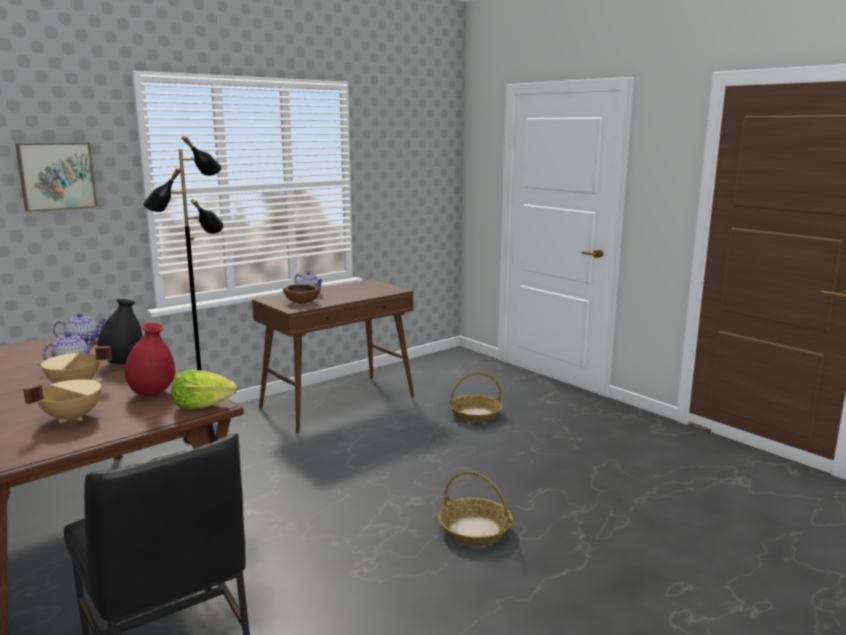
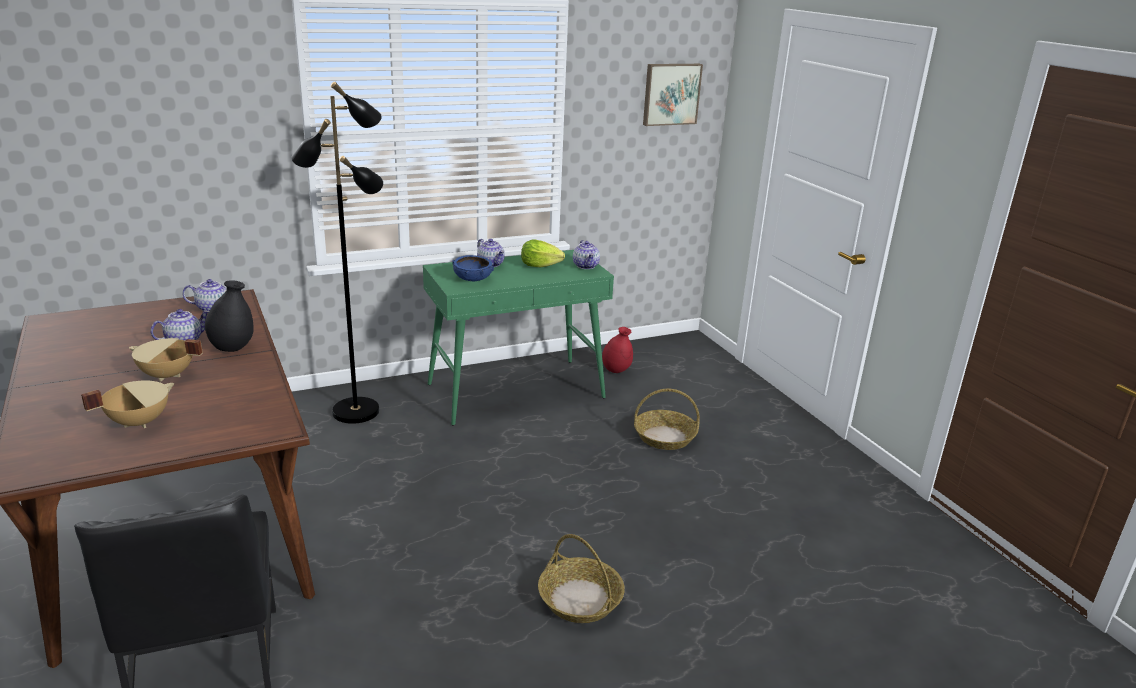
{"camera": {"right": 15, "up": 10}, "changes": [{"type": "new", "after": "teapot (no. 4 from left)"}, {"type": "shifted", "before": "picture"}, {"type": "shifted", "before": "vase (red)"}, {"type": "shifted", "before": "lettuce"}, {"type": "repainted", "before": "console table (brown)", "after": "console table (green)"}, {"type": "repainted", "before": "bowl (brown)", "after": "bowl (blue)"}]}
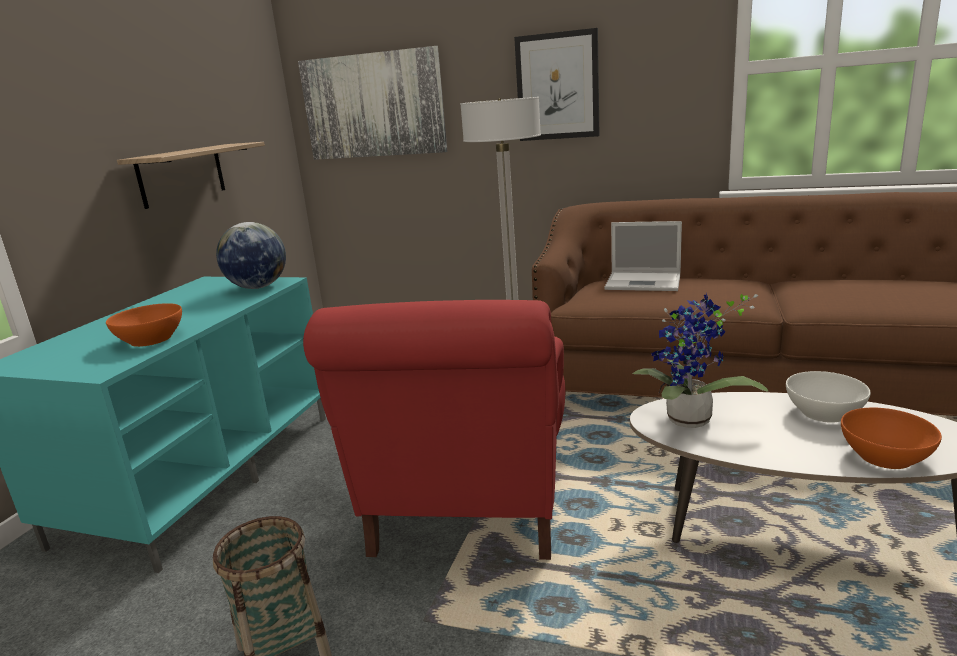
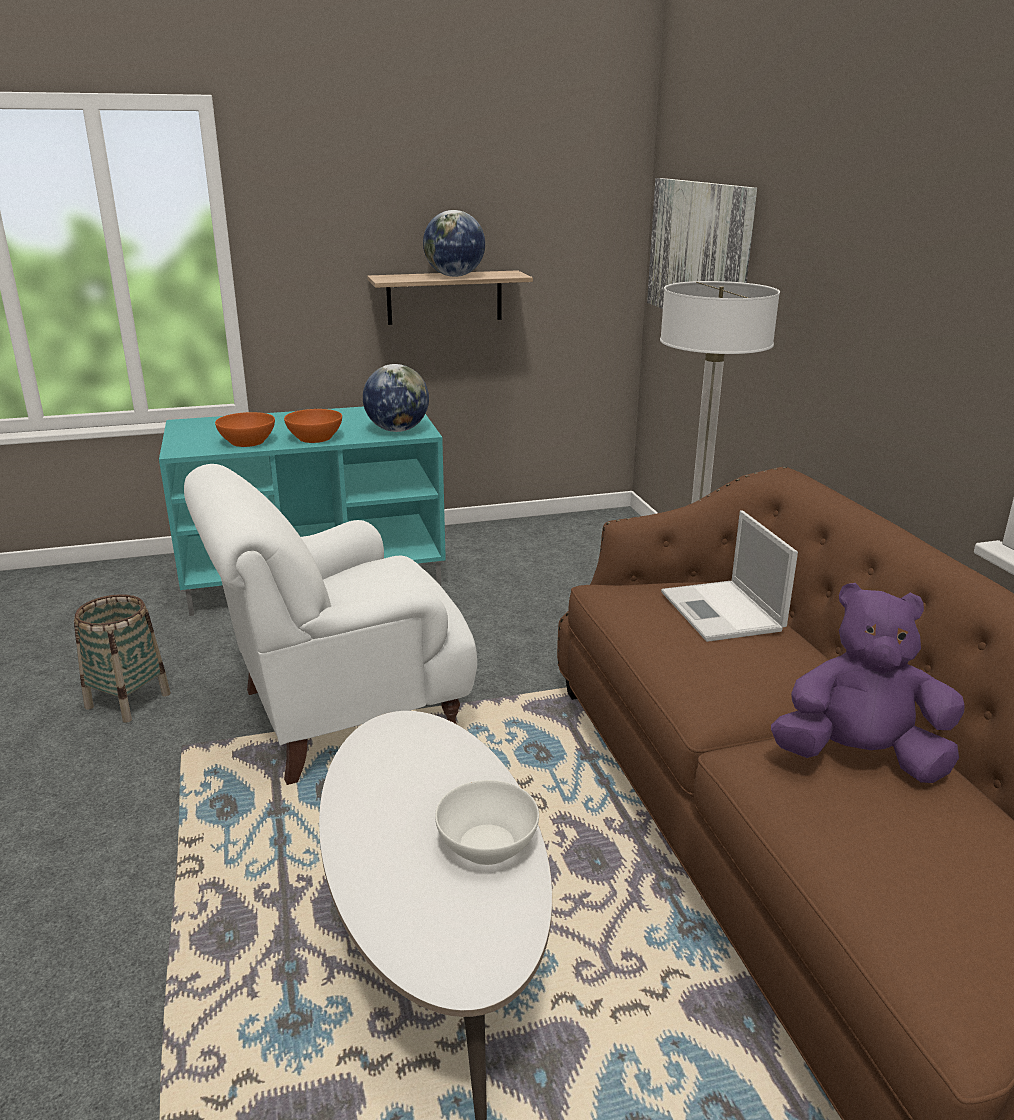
{"camera": {"right": 55, "up": 5}, "changes": [{"type": "gone", "before": "picture (no. 2 from left)"}, {"type": "gone", "before": "potted plant"}, {"type": "new", "after": "globe (no. 2 from left)"}, {"type": "new", "after": "plush toy (purple)"}, {"type": "shifted", "before": "bowl (orange) (no. 2 from left)"}, {"type": "repainted", "before": "armchair (red)", "after": "armchair (white)"}]}
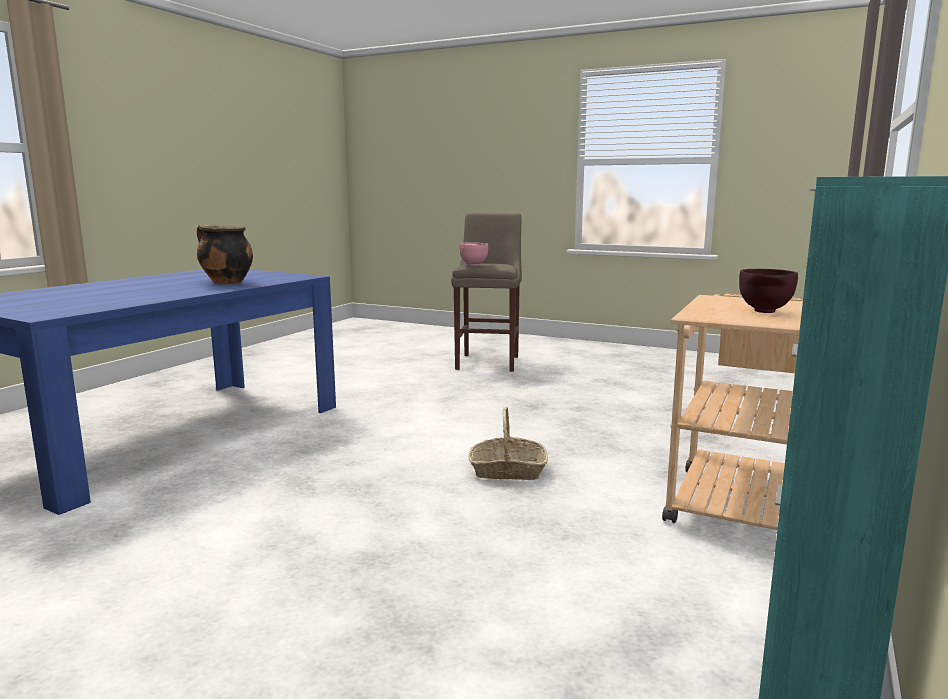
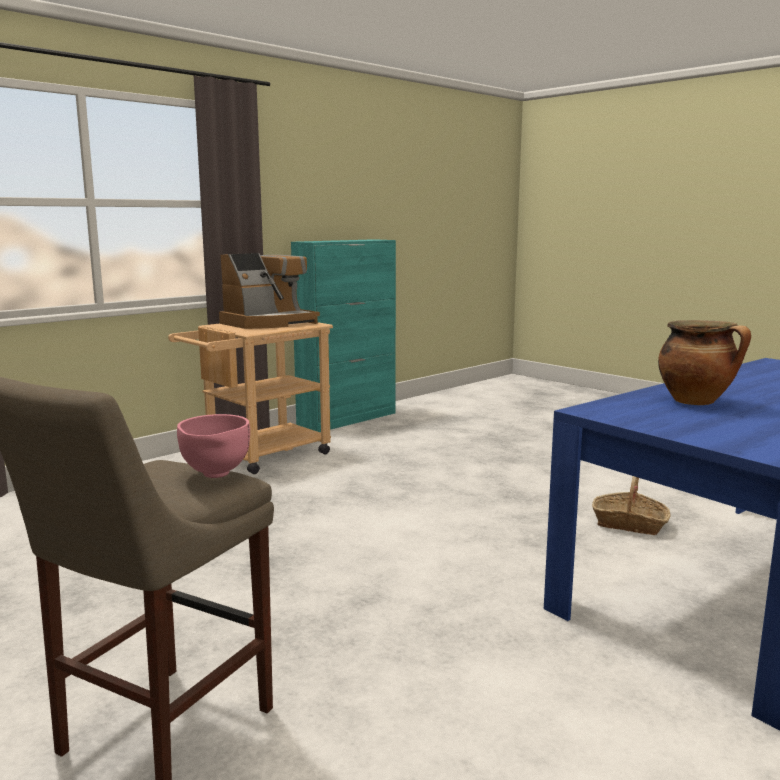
{"camera": {"right": -160, "up": 0}, "changes": [{"type": "shifted", "before": "basket"}, {"type": "swapped", "before": "bowl (brown)", "after": "coffee machine"}]}
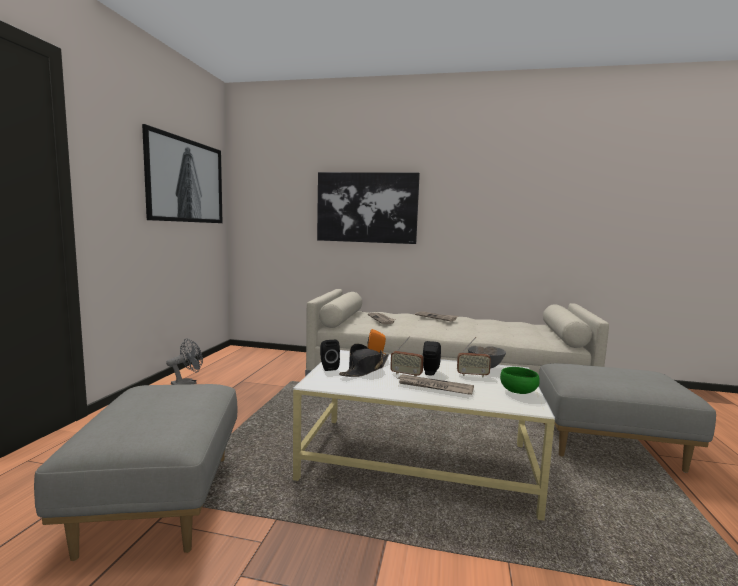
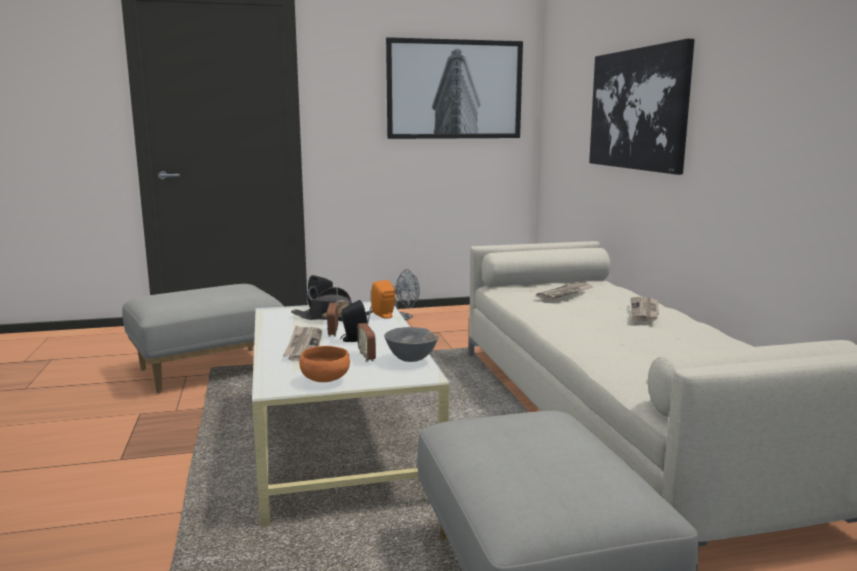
{"camera": {"right": 65, "up": 5}, "changes": [{"type": "repainted", "before": "bowl (green)", "after": "bowl (orange)"}]}
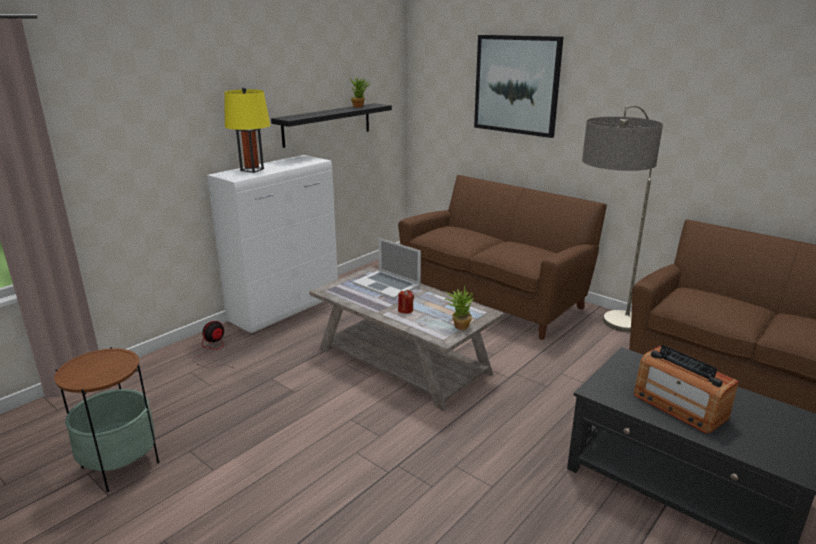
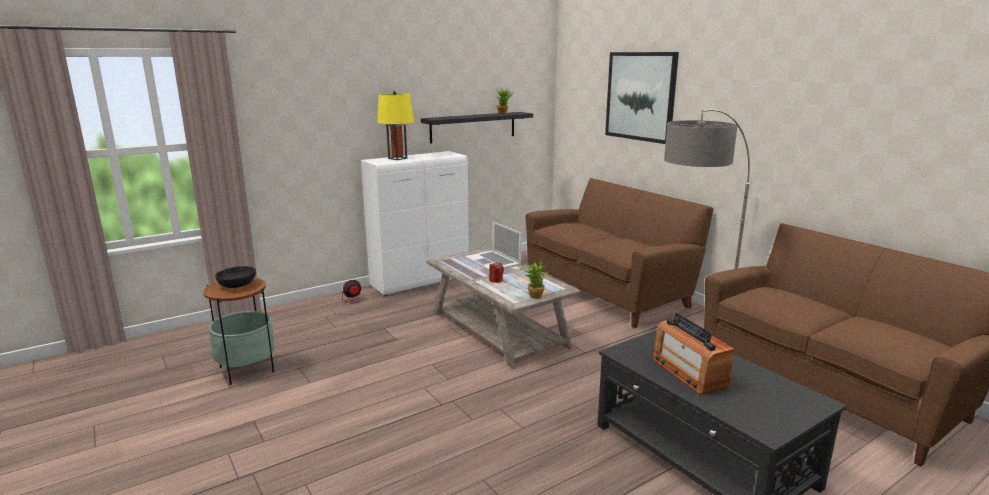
{"camera": {"right": 15, "up": -5}, "changes": [{"type": "new", "after": "bowl (black)"}]}
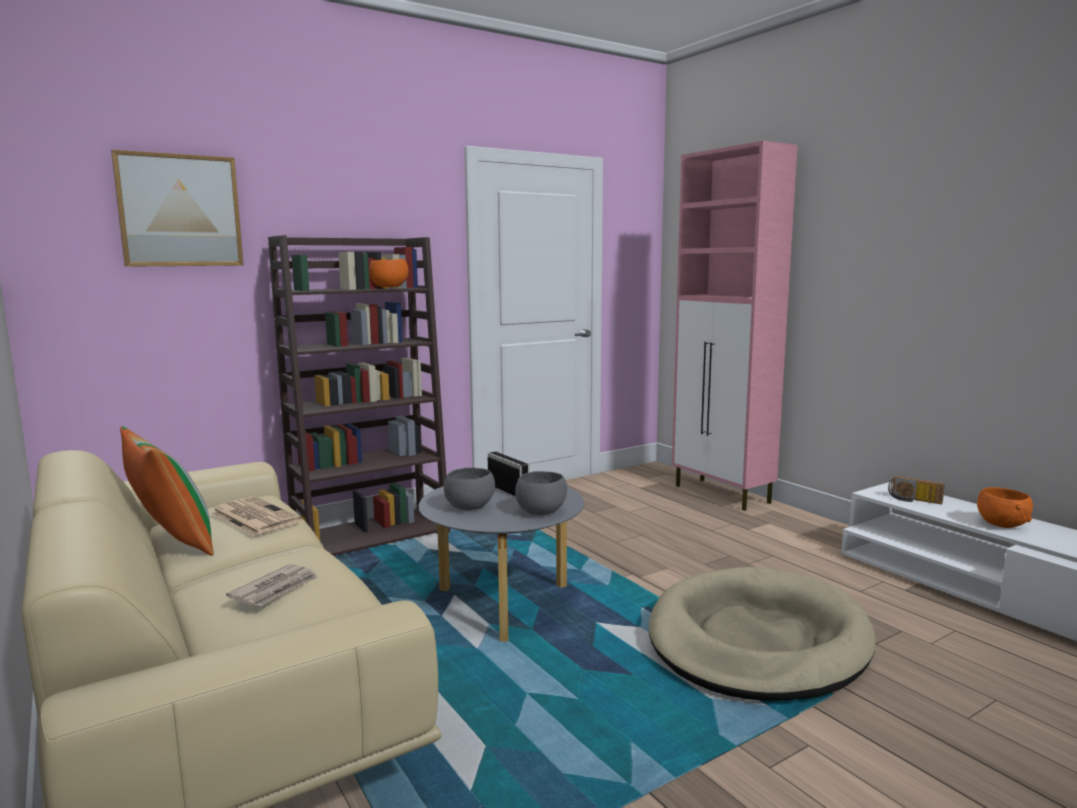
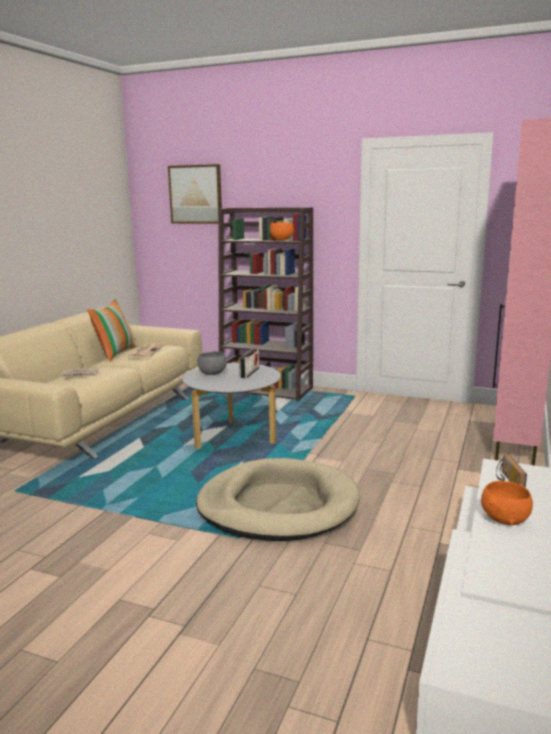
{"camera": {"right": 55, "up": 5}, "changes": [{"type": "gone", "before": "bowl (grey) (no. 2 from left)"}]}
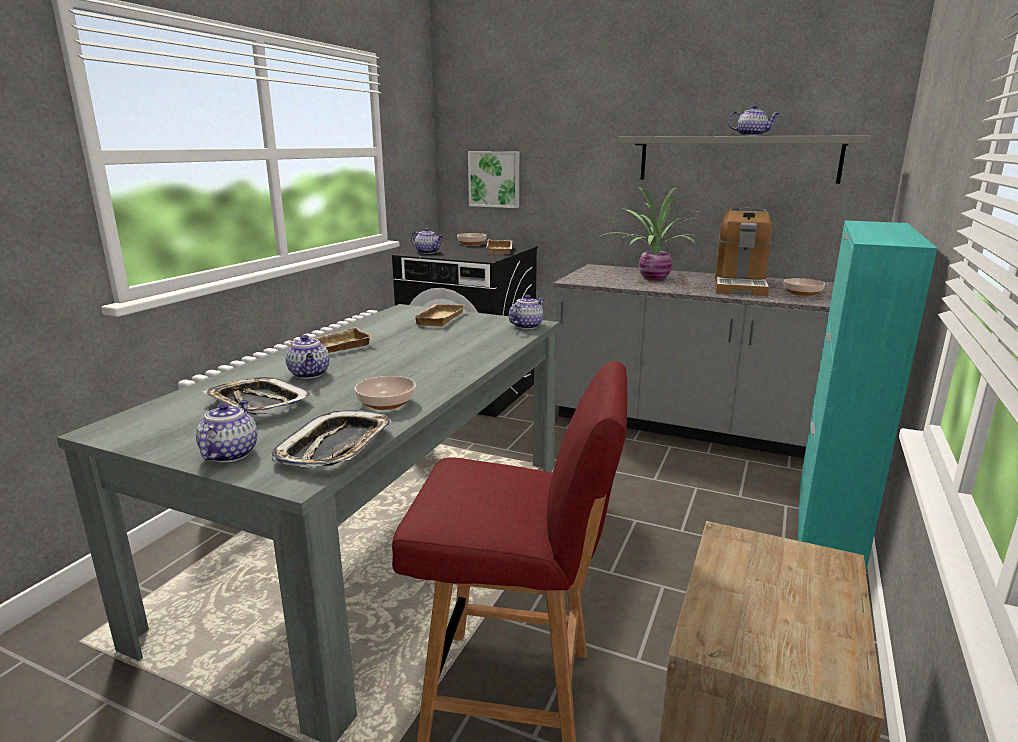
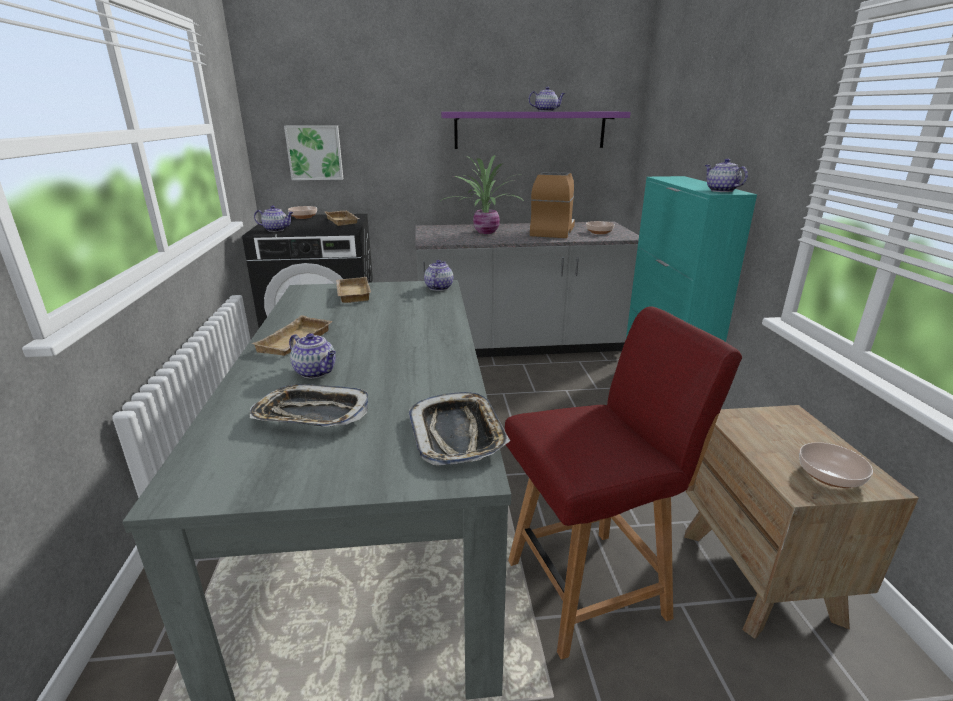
{"camera": {"right": -30, "up": 5}, "changes": [{"type": "shifted", "before": "teapot (no. 1 from left in the first image)", "after": "teapot (no. 5 from left)"}, {"type": "shifted", "before": "bowl (no. 1 from left in the first image)", "after": "bowl (no. 3 from left)"}, {"type": "repainted", "before": "shelf (grey)", "after": "shelf (purple)"}, {"type": "rotated", "before": "coffee machine", "turn": -150}]}
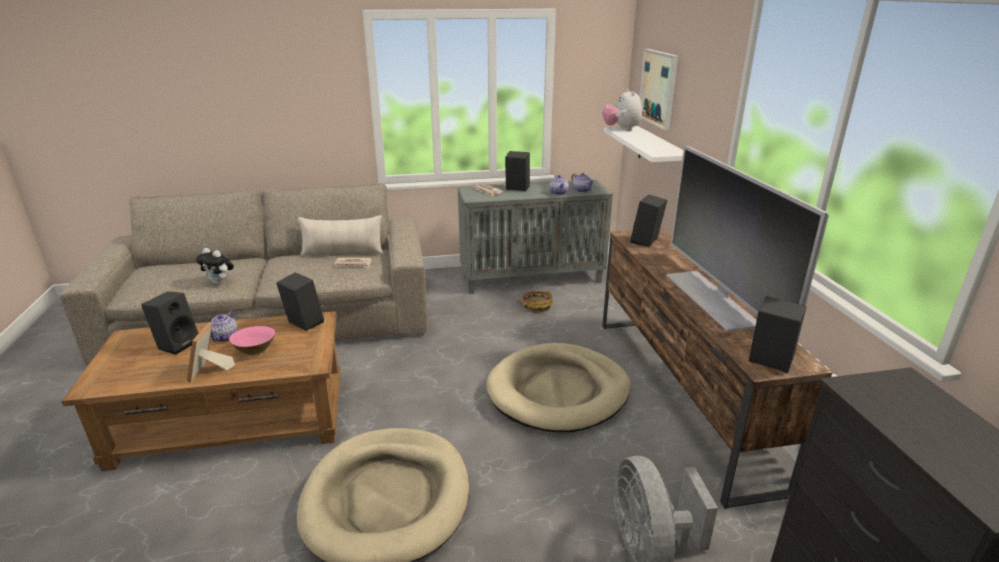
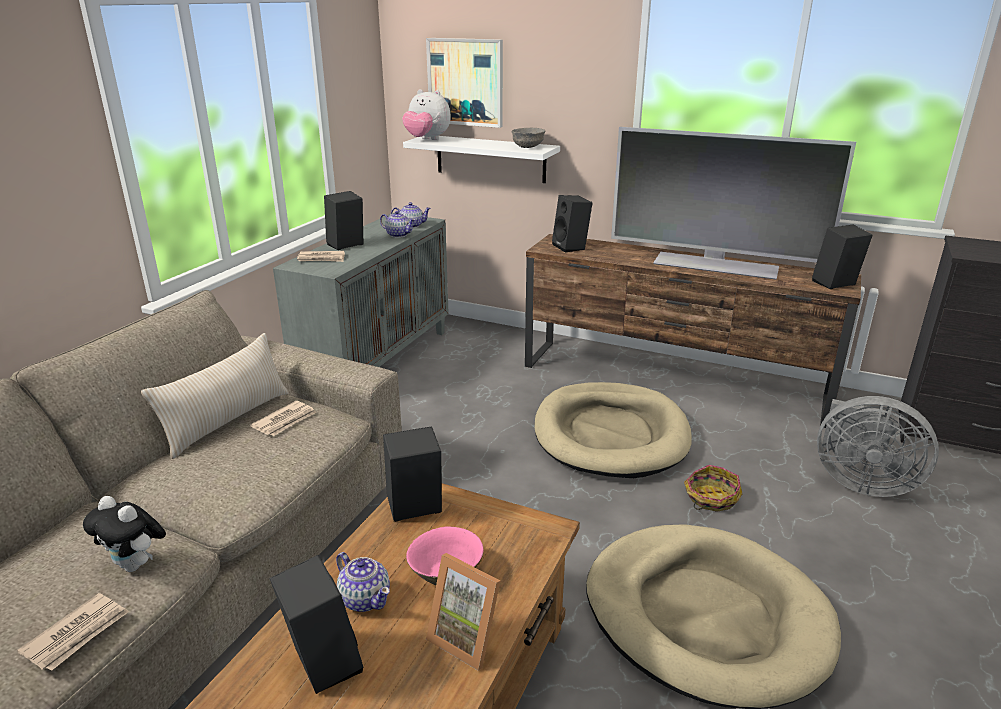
{"camera": {"right": -55, "up": 0}, "changes": [{"type": "new", "after": "newspaper (no. 1 from left)"}, {"type": "new", "after": "bowl (grey)"}, {"type": "shifted", "before": "basket"}, {"type": "rotated", "before": "plush toy (no. 1 from left)", "turn": 60}]}
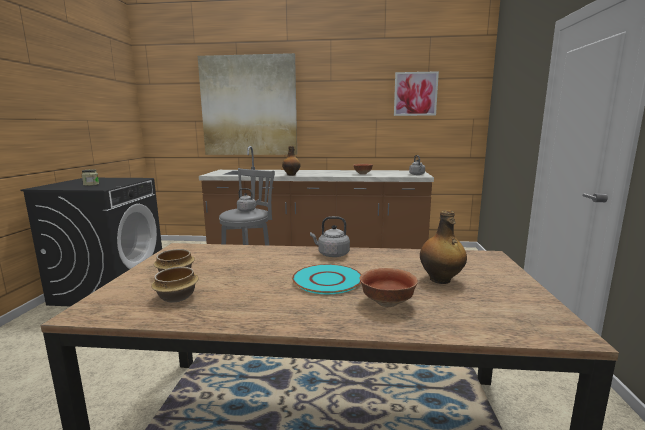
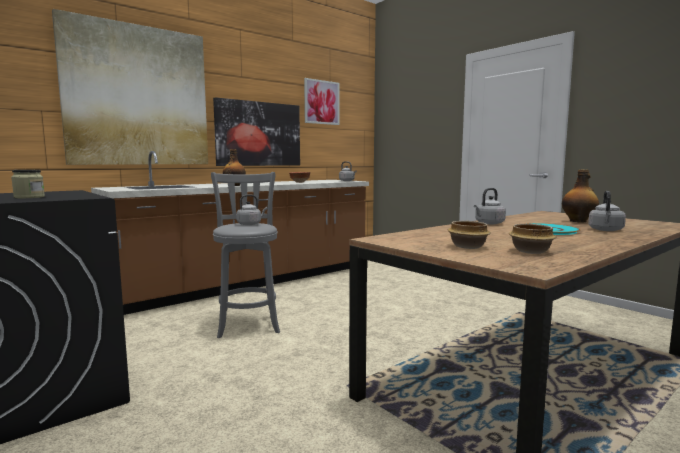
{"camera": {"right": -45, "up": -5}, "changes": [{"type": "new", "after": "picture (no. 2 from left)"}, {"type": "swapped", "before": "bowl (no. 4 from left)", "after": "kettle (grey) (no. 4 from left)"}]}
